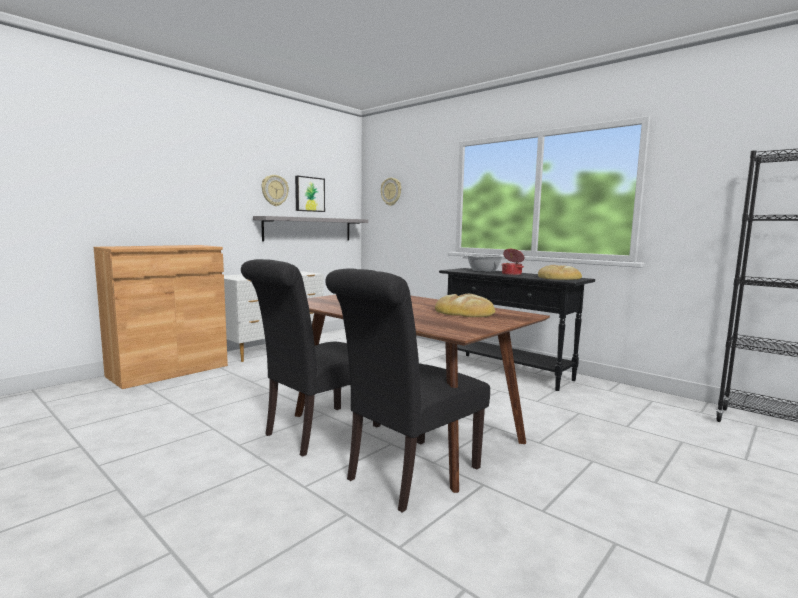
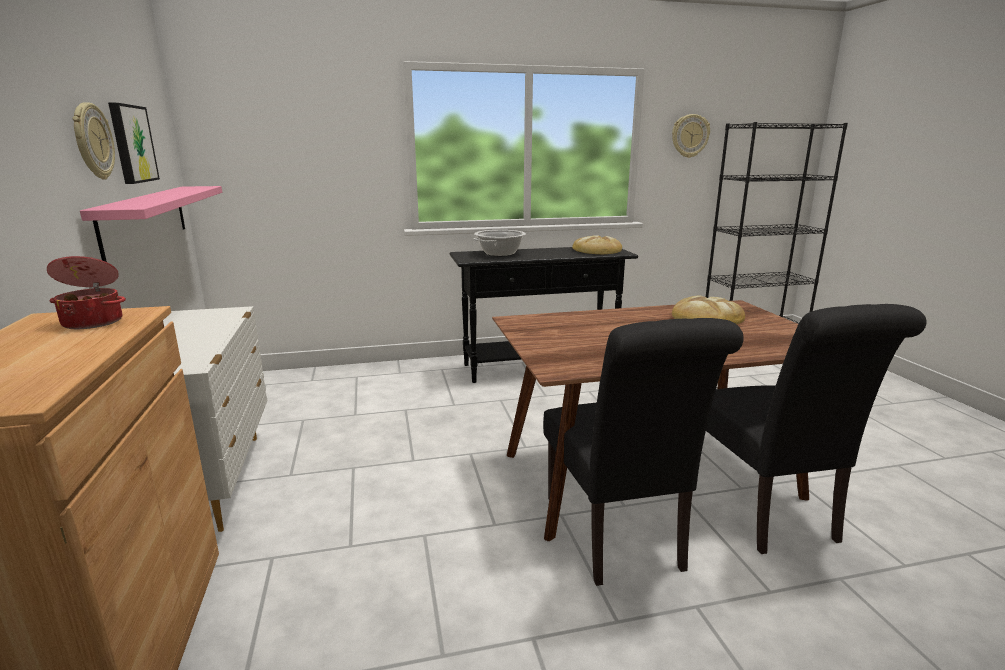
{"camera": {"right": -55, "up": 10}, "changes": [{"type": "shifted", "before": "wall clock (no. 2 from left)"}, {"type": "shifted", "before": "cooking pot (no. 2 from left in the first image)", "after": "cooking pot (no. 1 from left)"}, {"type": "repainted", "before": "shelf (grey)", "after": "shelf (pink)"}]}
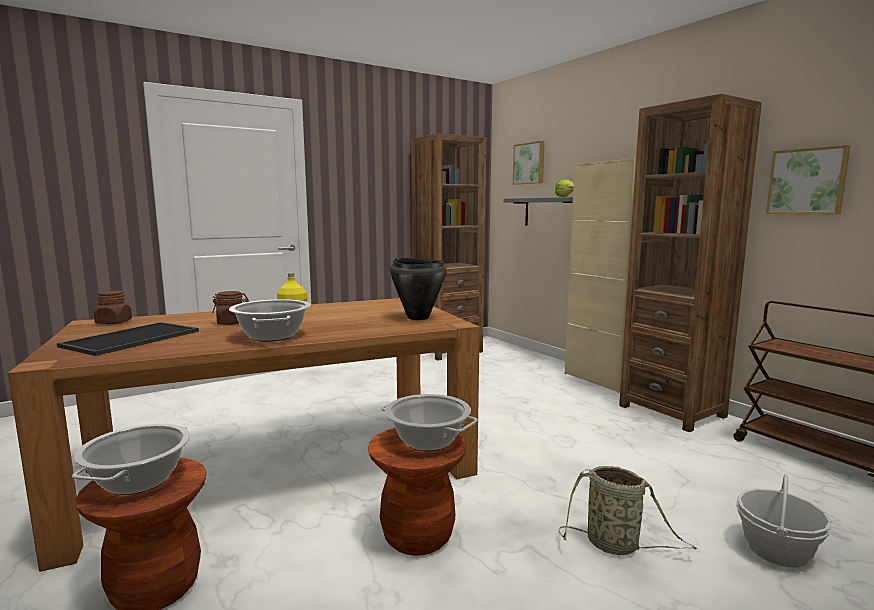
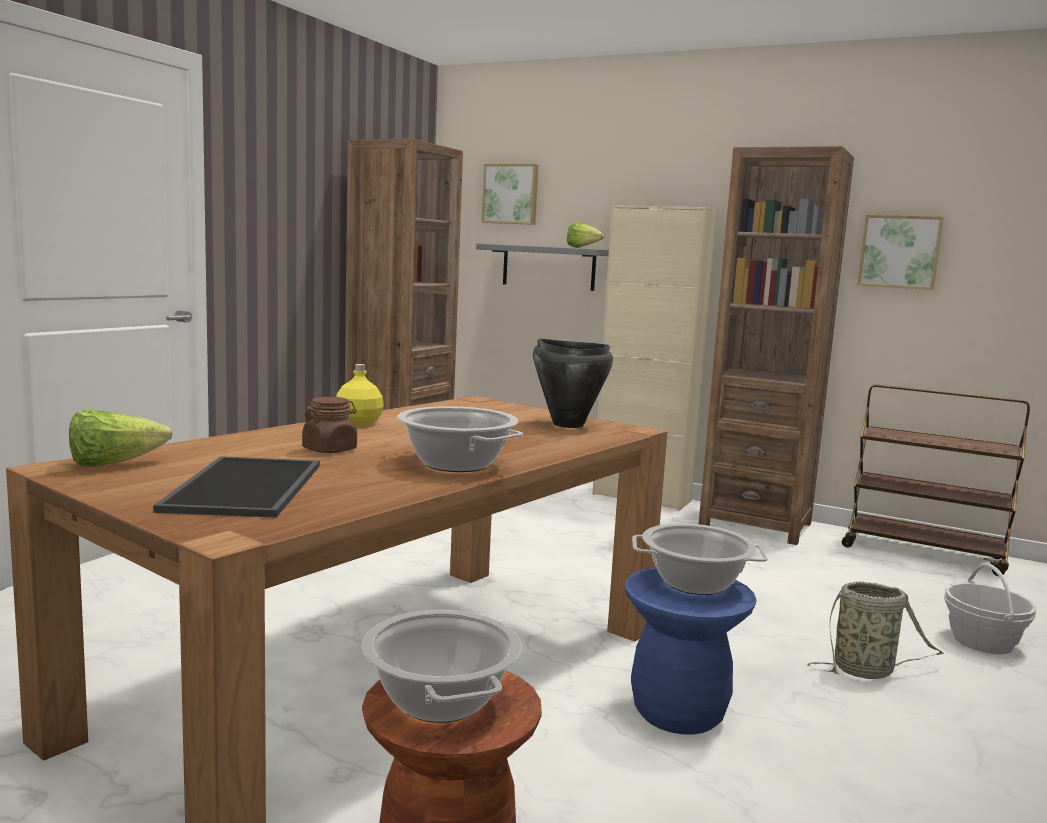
{"camera": {"right": -30, "up": 0}, "changes": [{"type": "swapped", "before": "jar (brown) (no. 1 from left)", "after": "lettuce (no. 1 from left)"}, {"type": "repainted", "before": "stool (brown) (no. 2 from left)", "after": "stool (blue)"}]}
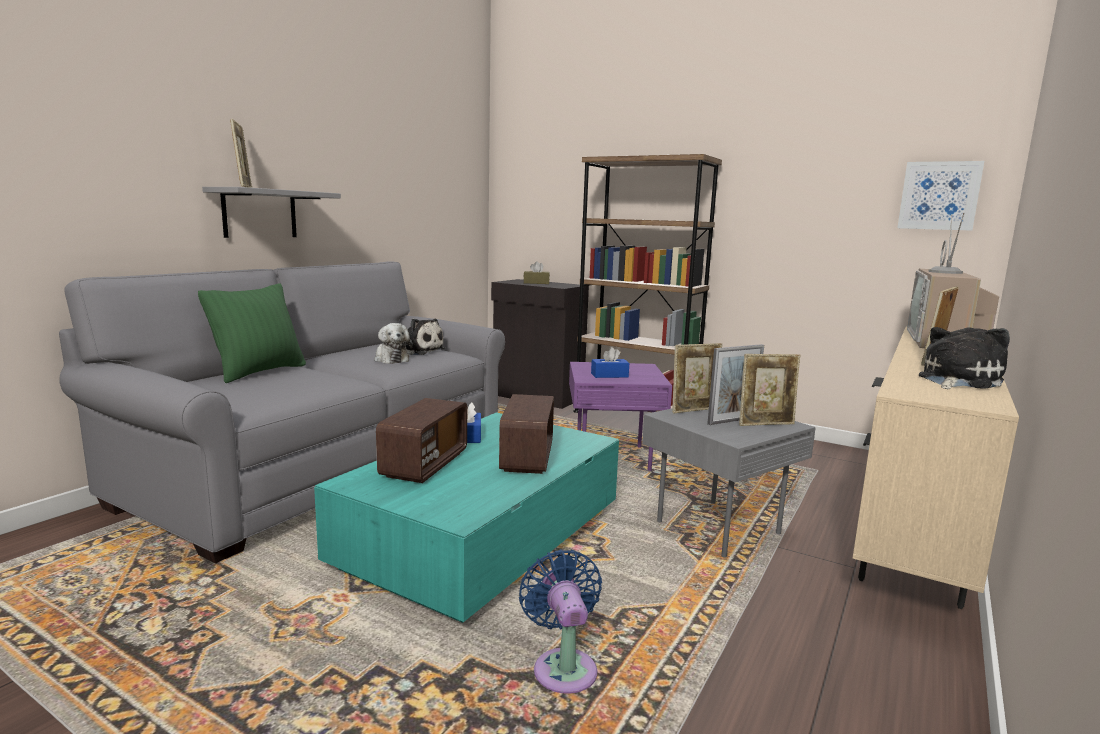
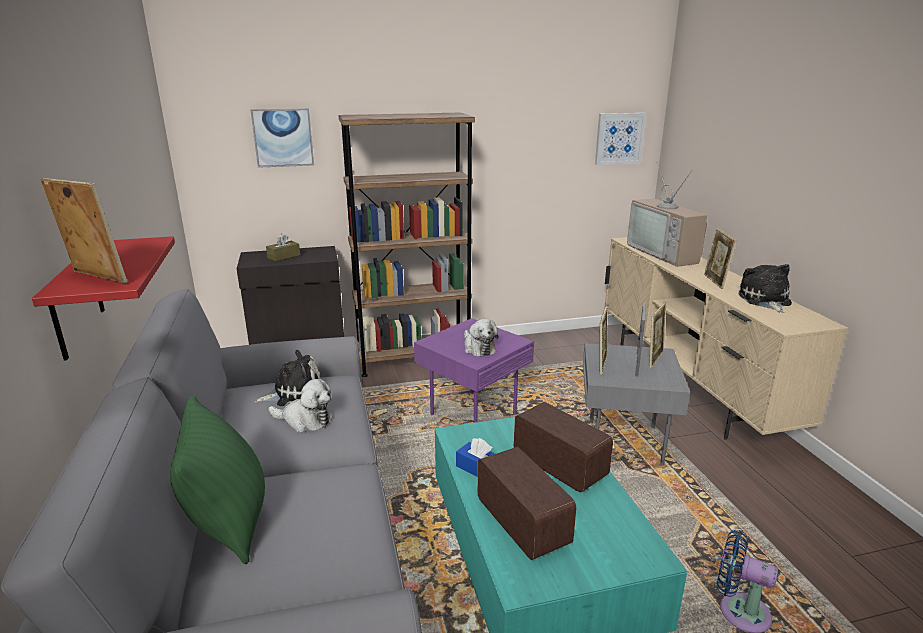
{"camera": {"right": -45, "up": 10}, "changes": [{"type": "new", "after": "picture (no. 1 from left)"}, {"type": "swapped", "before": "tissue box (blue) (no. 2 from left)", "after": "plush toy (no. 3 from left)"}, {"type": "repainted", "before": "shelf (grey)", "after": "shelf (red)"}]}
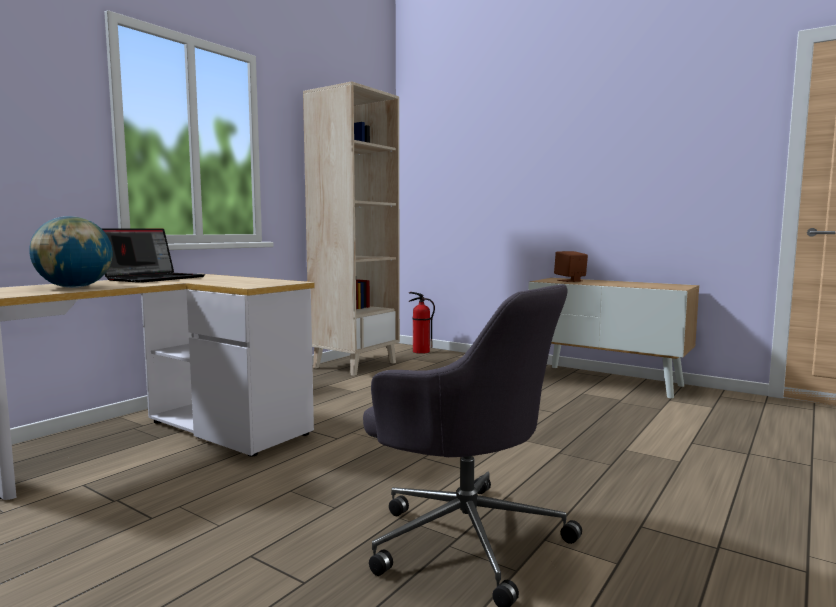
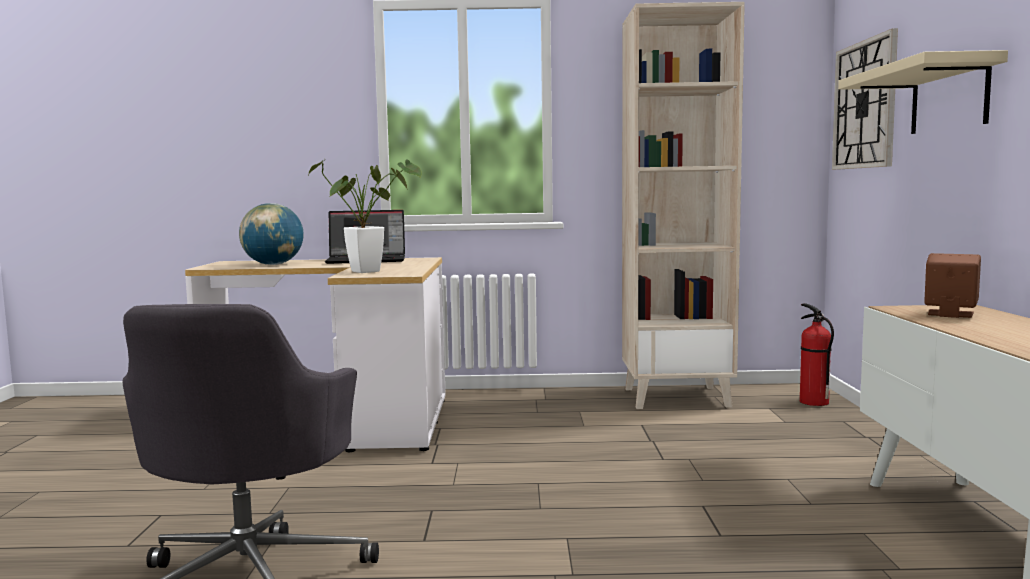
{"camera": {"right": 55, "up": 0}, "changes": [{"type": "new", "after": "potted plant"}, {"type": "new", "after": "wall clock"}, {"type": "new", "after": "shelf (beige)"}]}
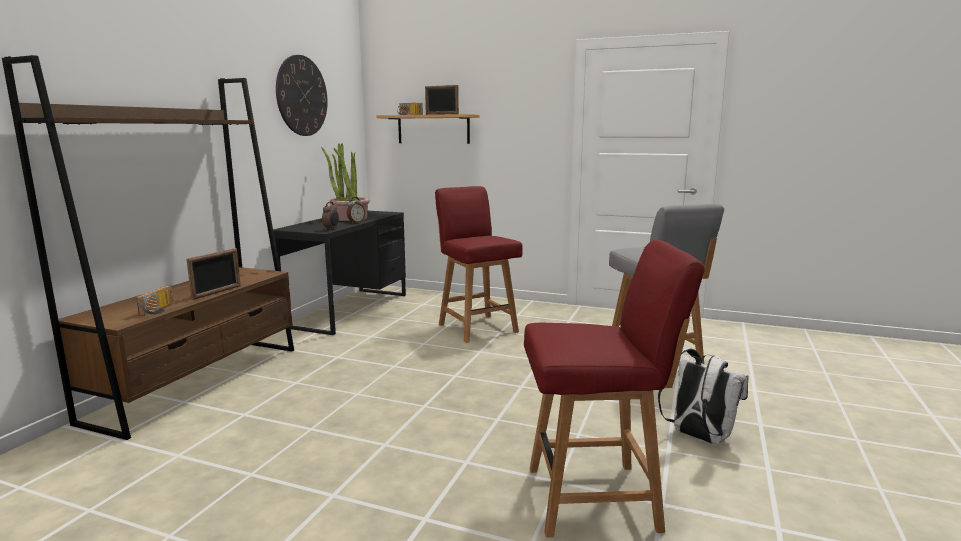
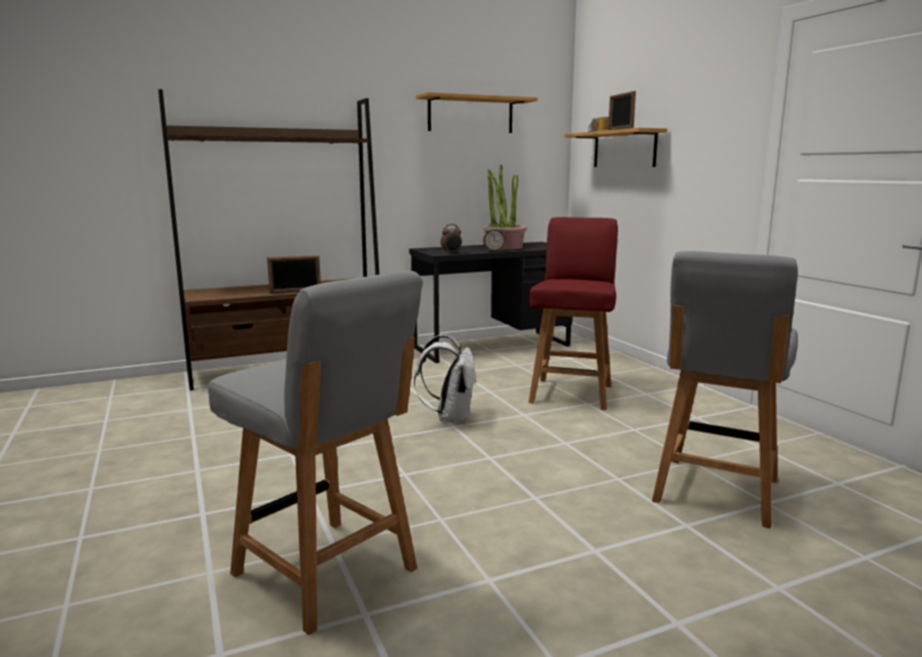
{"camera": {"right": 45, "up": 0}, "changes": [{"type": "gone", "before": "radio (no. 1 from left)"}, {"type": "shifted", "before": "backpack (white)"}, {"type": "swapped", "before": "wall clock", "after": "shelf (no. 1 from left)"}, {"type": "repainted", "before": "chair (red) (no. 2 from left)", "after": "chair (grey) (no. 1 from left)"}]}
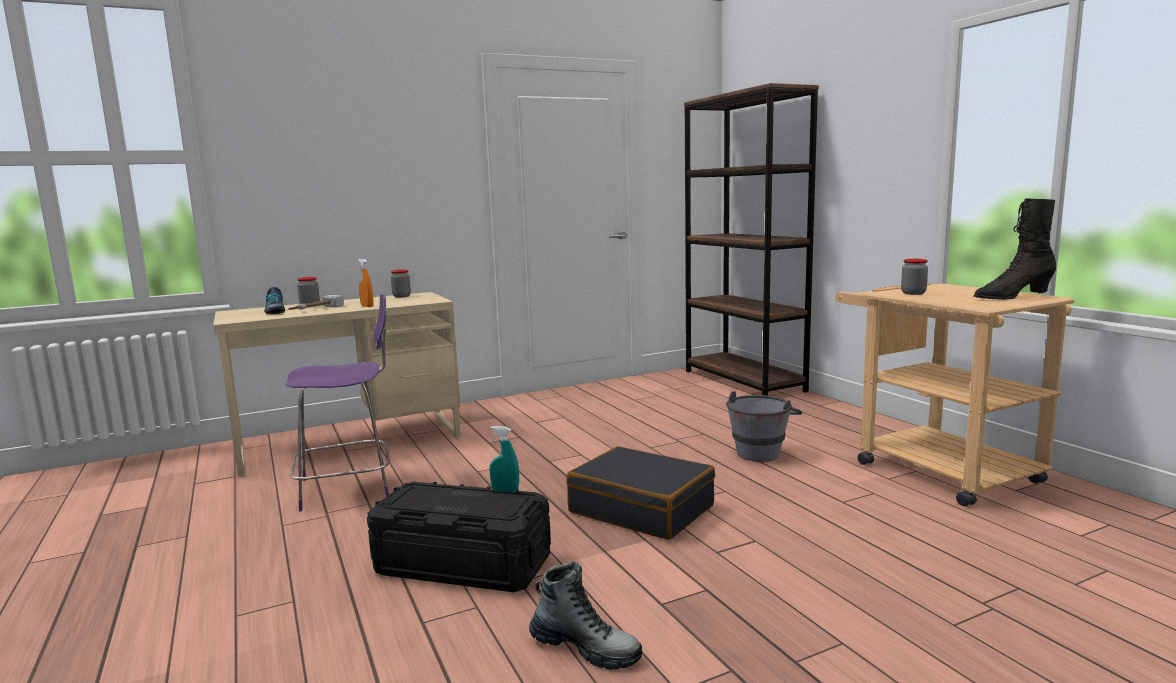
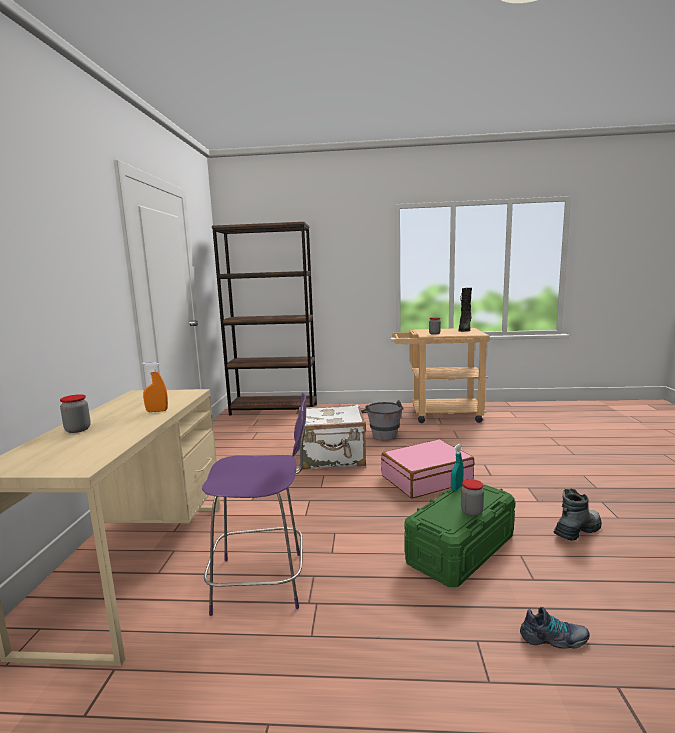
{"camera": {"right": -60, "up": 0}, "changes": [{"type": "gone", "before": "hammer"}, {"type": "new", "after": "suitcase (white)"}, {"type": "shifted", "before": "shoe"}, {"type": "shifted", "before": "jar (no. 2 from left in the first image)", "after": "jar (no. 3 from left)"}, {"type": "repainted", "before": "storage box (black)", "after": "storage box (green)"}, {"type": "repainted", "before": "suitcase (black)", "after": "suitcase (pink)"}, {"type": "rotated", "before": "chair (purple)", "turn": 75}]}
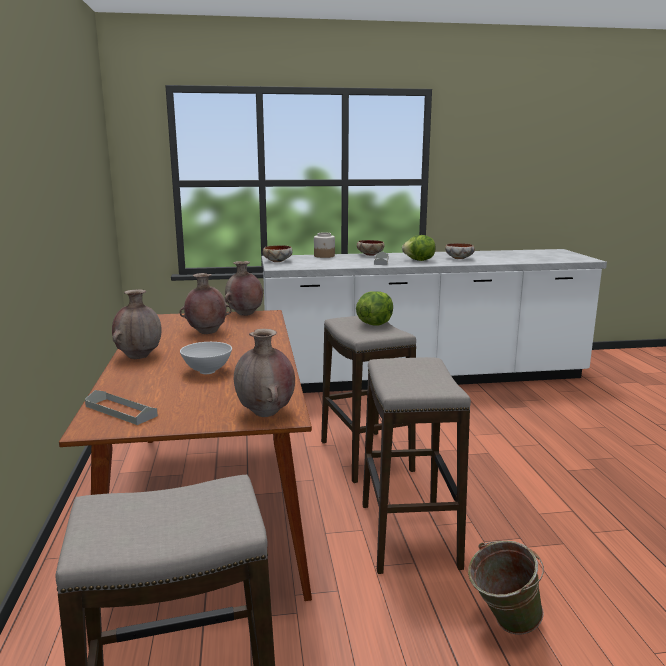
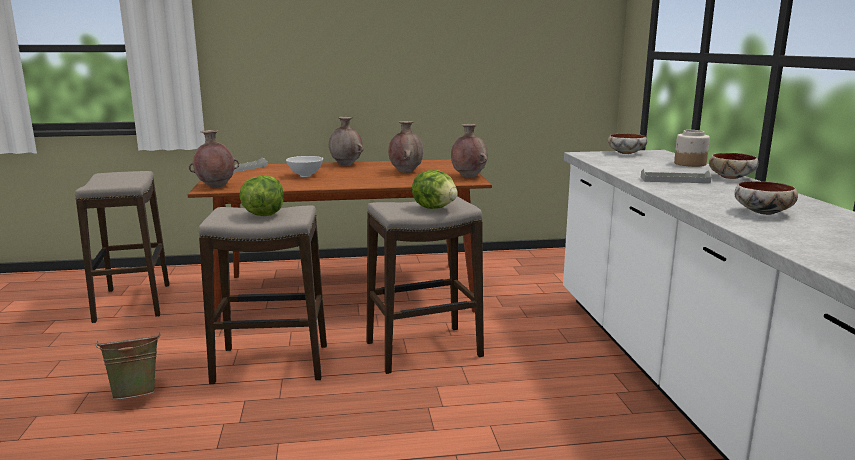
{"camera": {"right": 90, "up": 0}, "changes": [{"type": "shifted", "before": "lettuce (no. 2 from left in the first image)", "after": "lettuce (no. 1 from left)"}]}
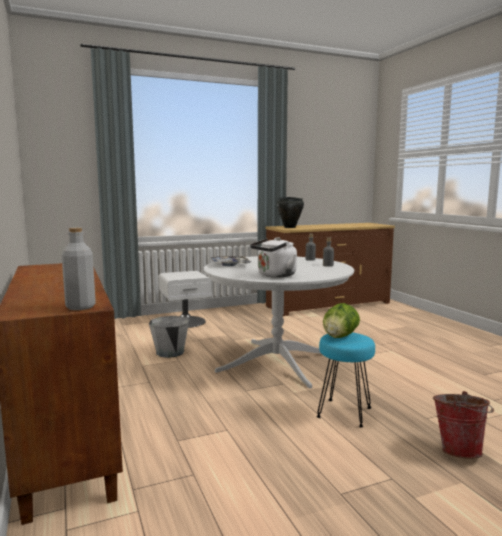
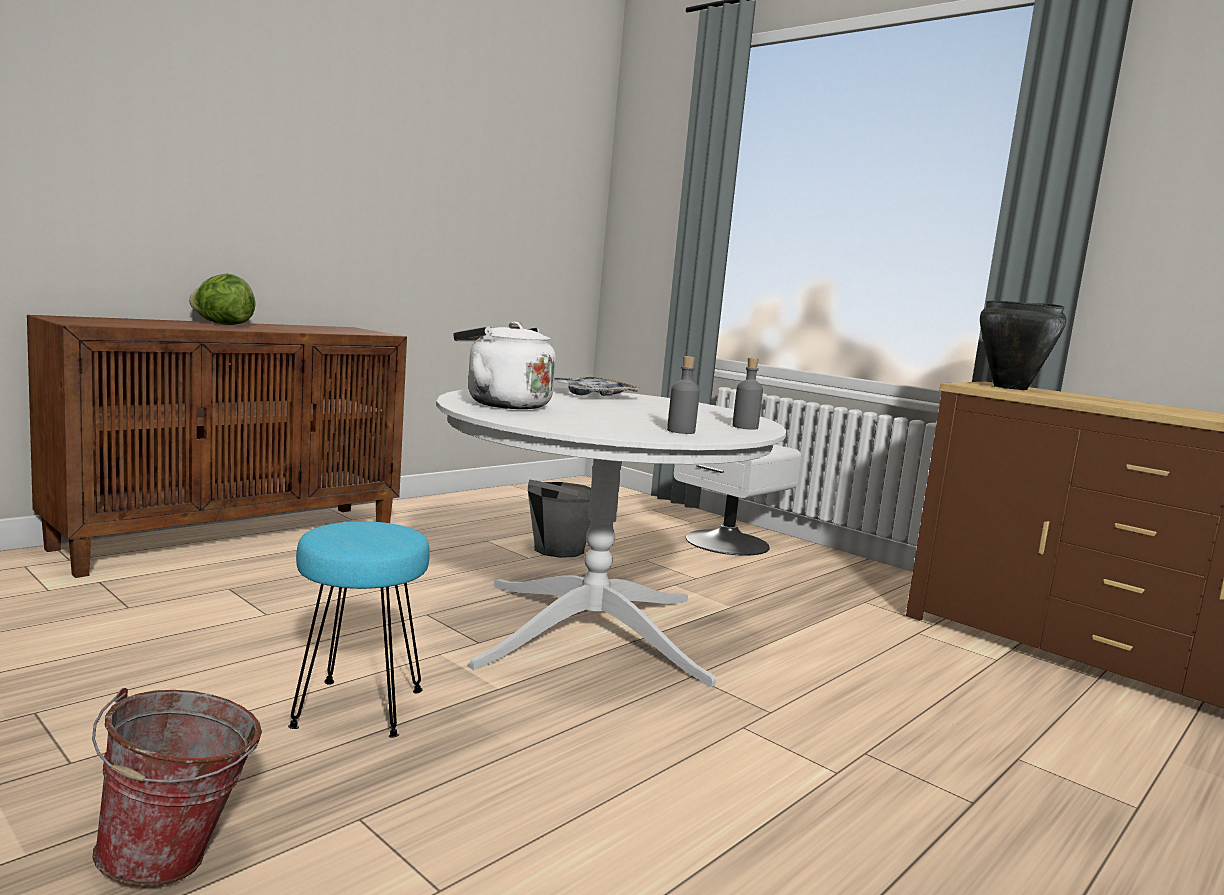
{"camera": {"right": 65, "up": 0}, "changes": [{"type": "gone", "before": "bottle (grey) (no. 1 from left)"}, {"type": "shifted", "before": "lettuce"}]}
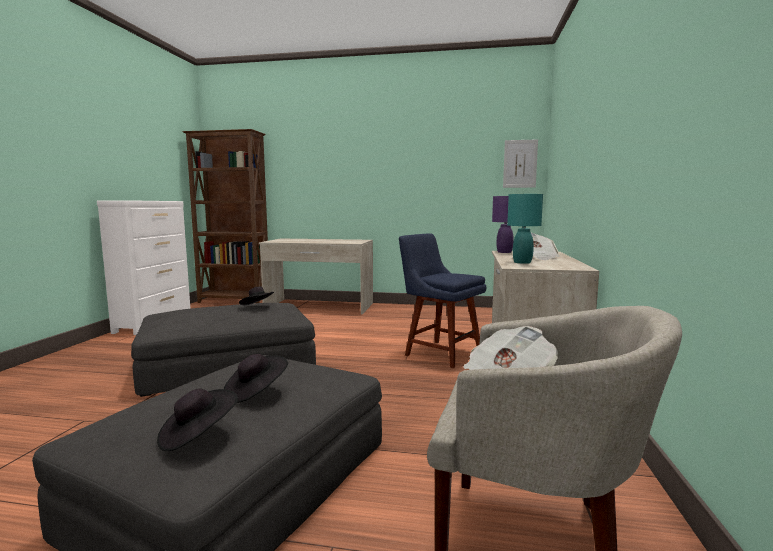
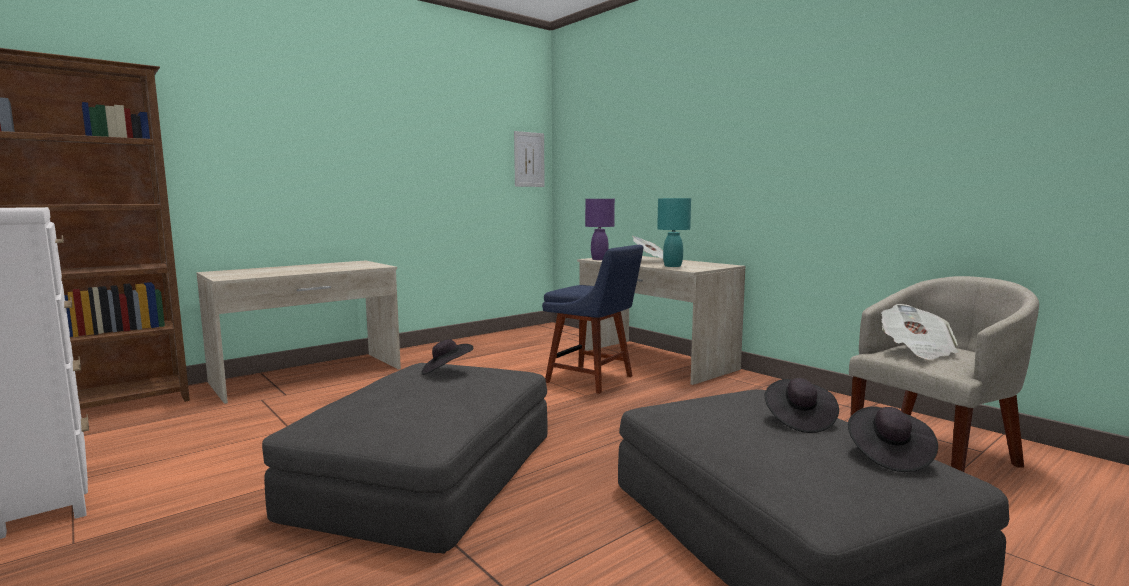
{"camera": {"right": -50, "up": 0}, "changes": [{"type": "rotated", "before": "chair (blue)", "turn": -135}]}
